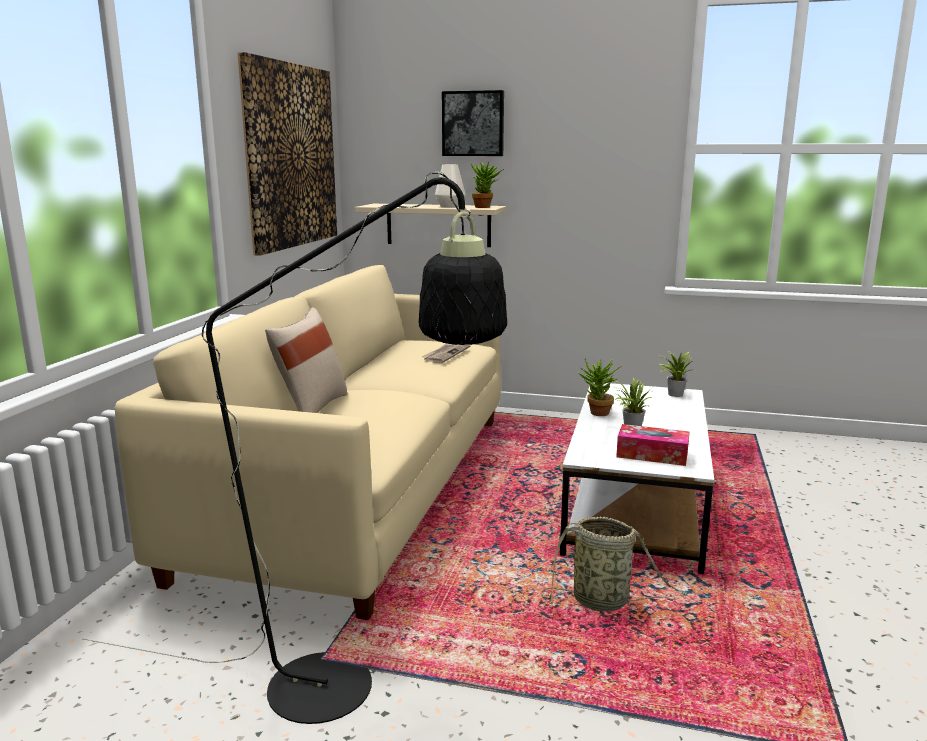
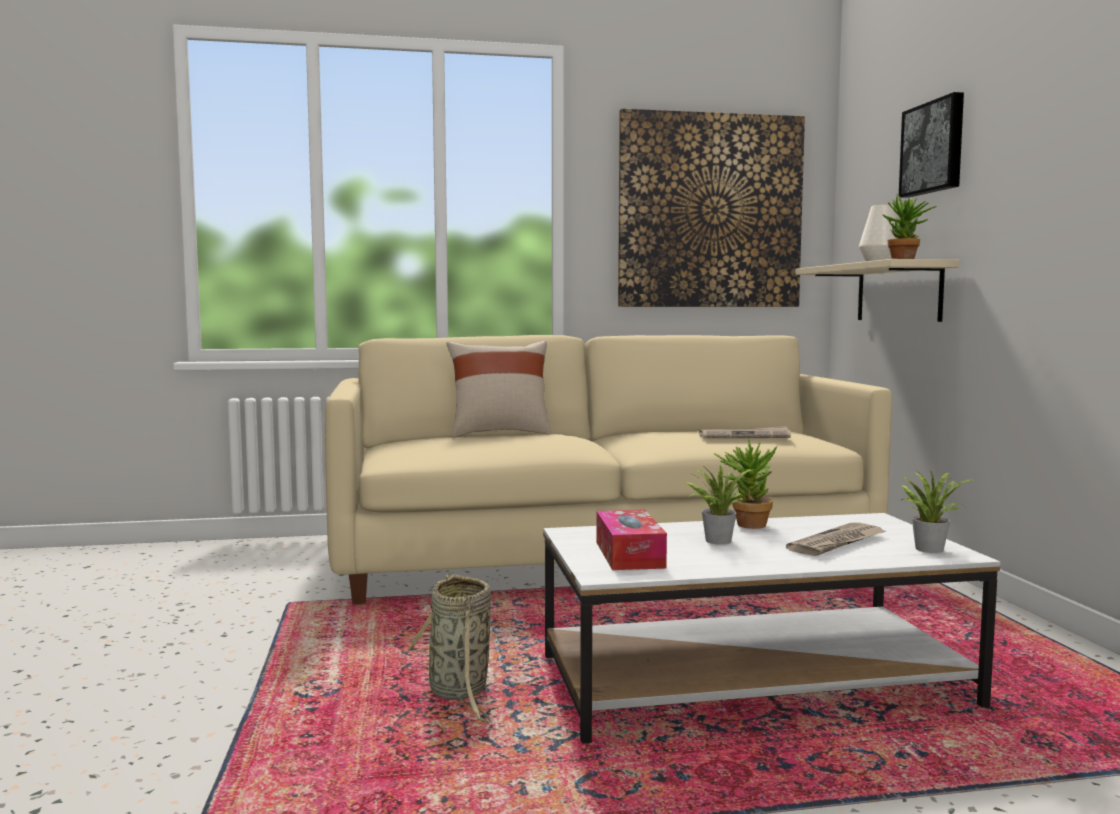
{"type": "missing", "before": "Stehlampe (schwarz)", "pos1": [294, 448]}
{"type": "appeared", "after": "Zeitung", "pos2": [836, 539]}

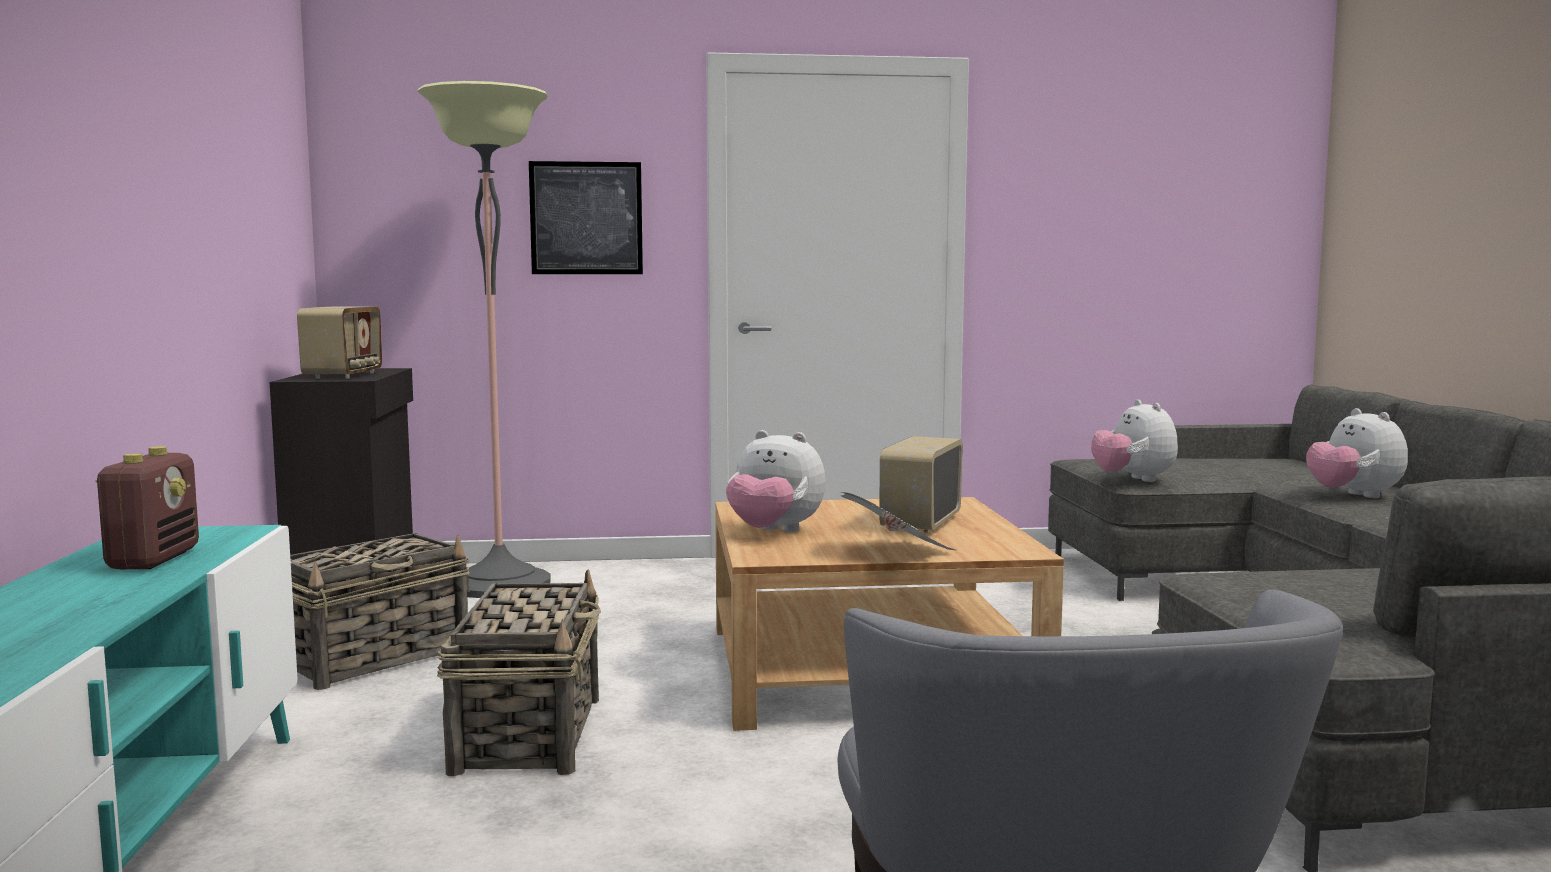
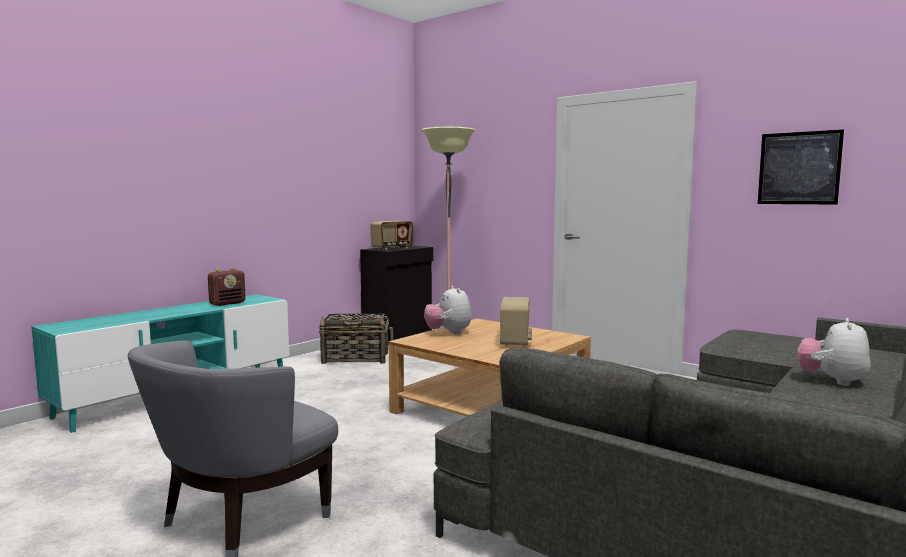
{"type": "relocated", "before": "Bild", "pos1": [586, 217], "pos2": [801, 167]}
{"type": "missing", "before": "Plüschtier", "pos1": [1134, 441]}
{"type": "spun", "before": "Radio", "pos1": [921, 484], "pos2": [516, 322], "turn": 120}
{"type": "missing", "before": "Zeitung", "pos1": [898, 521]}
{"type": "missing", "before": "Korb", "pos1": [519, 673]}

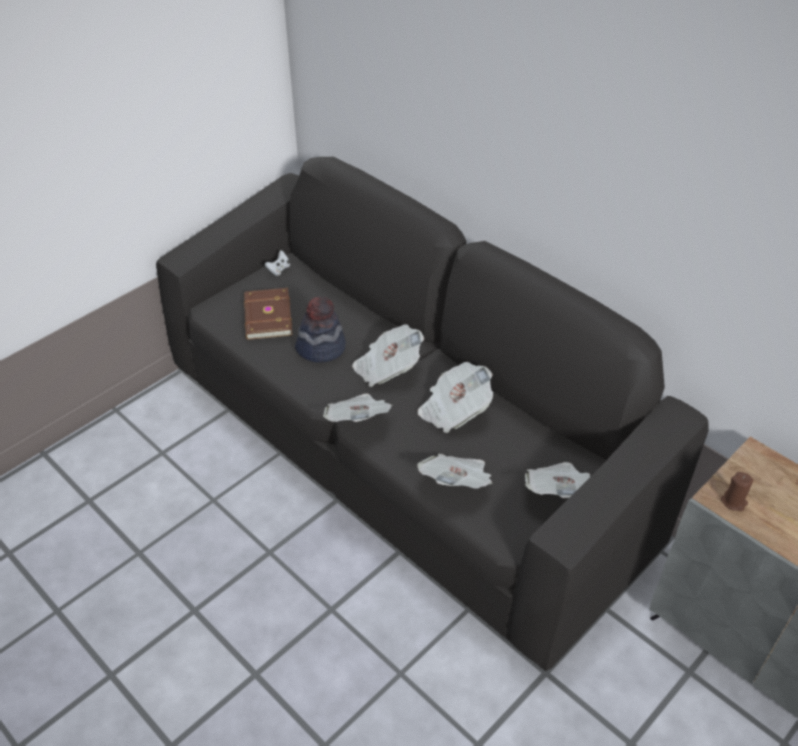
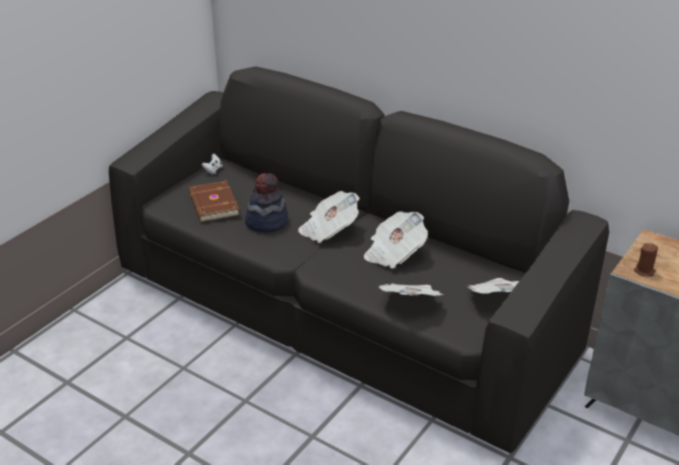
{"type": "missing", "before": "Zeitung", "pos1": [357, 408]}

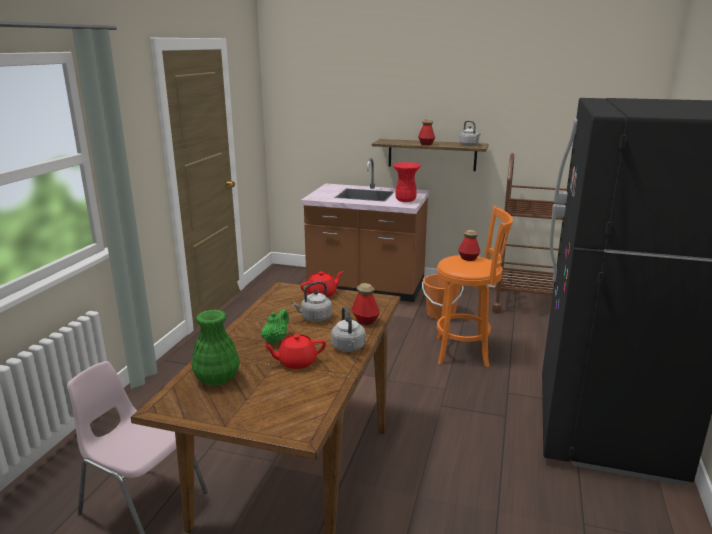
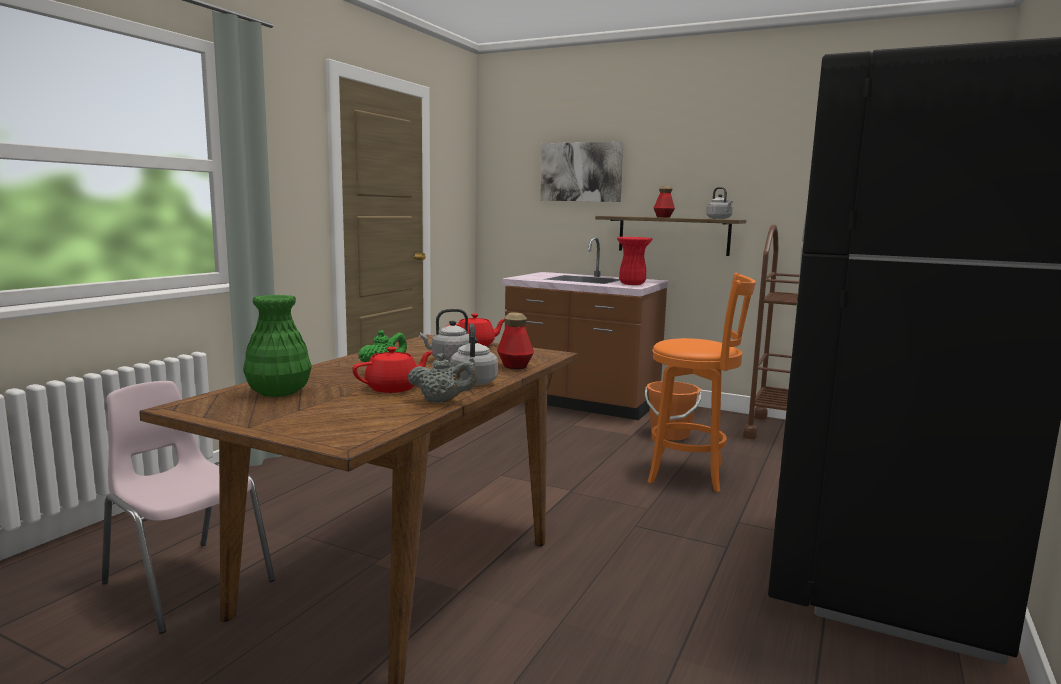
{"type": "missing", "before": "Flasche", "pos1": [469, 245]}
{"type": "spun", "before": "Teekanne (rot)", "pos1": [294, 351], "pos2": [392, 370], "turn": 150}
{"type": "appeared", "after": "Bild", "pos2": [582, 172]}
{"type": "appeared", "after": "Teekanne (grau)", "pos2": [442, 378]}

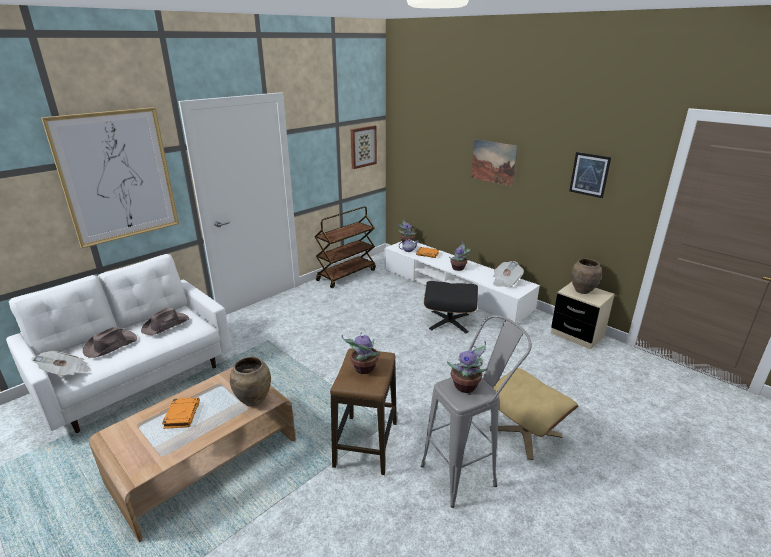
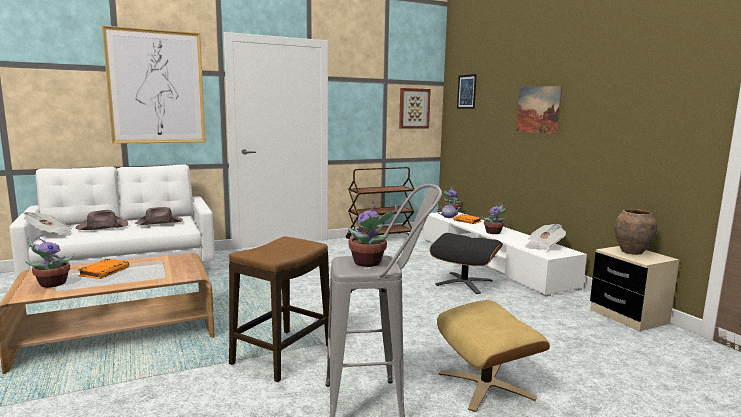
{"type": "relocated", "before": "Bild", "pos1": [590, 175], "pos2": [467, 91]}
{"type": "relocated", "before": "Topfpflanze", "pos1": [361, 353], "pos2": [49, 261]}
{"type": "missing", "before": "Vase (braun)", "pos1": [250, 382]}

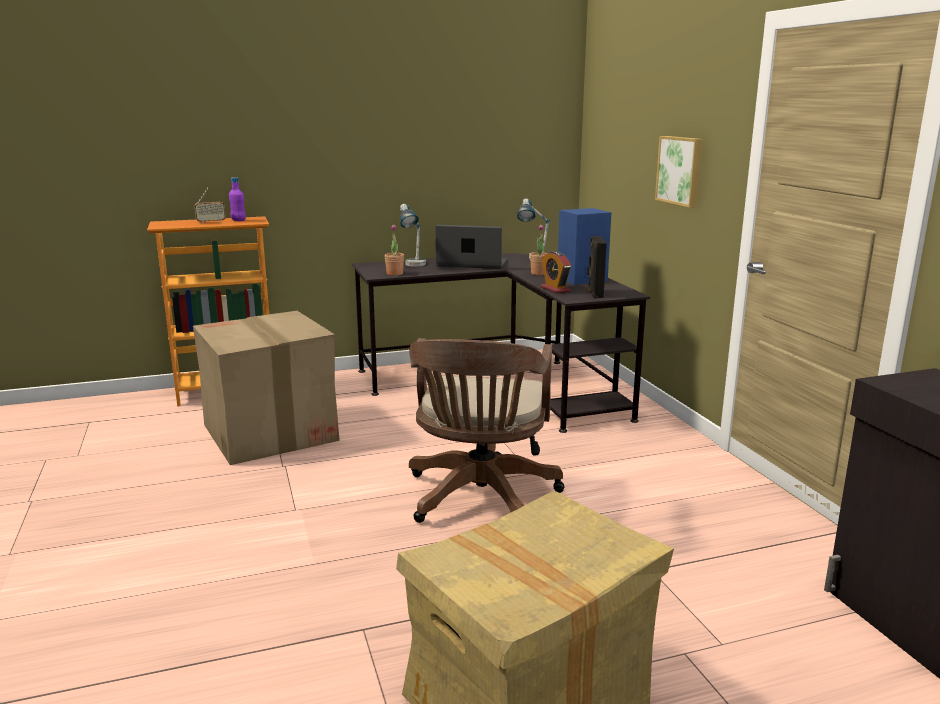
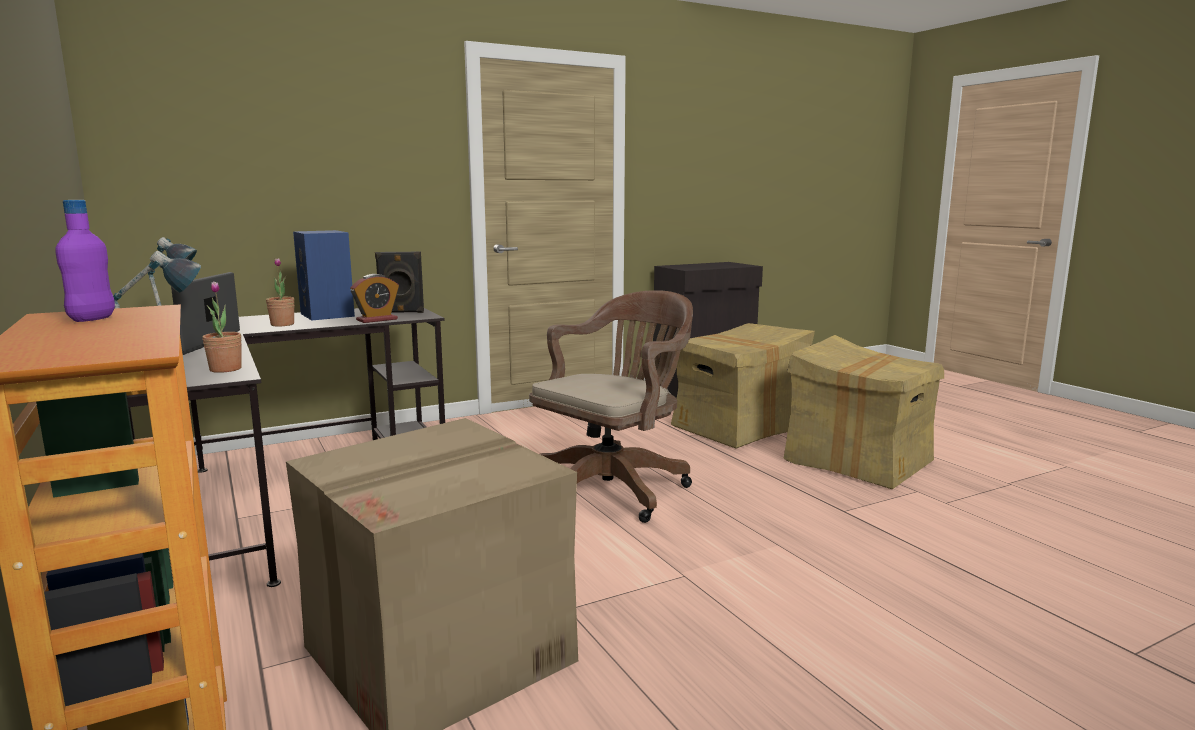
{"type": "missing", "before": "Bild", "pos1": [679, 172]}
{"type": "missing", "before": "Radio", "pos1": [210, 205]}
{"type": "spun", "before": "Bürostuhl (braun)", "pos1": [487, 430], "pos2": [611, 406], "turn": -45}
{"type": "appeared", "after": "Karton", "pos2": [743, 385]}

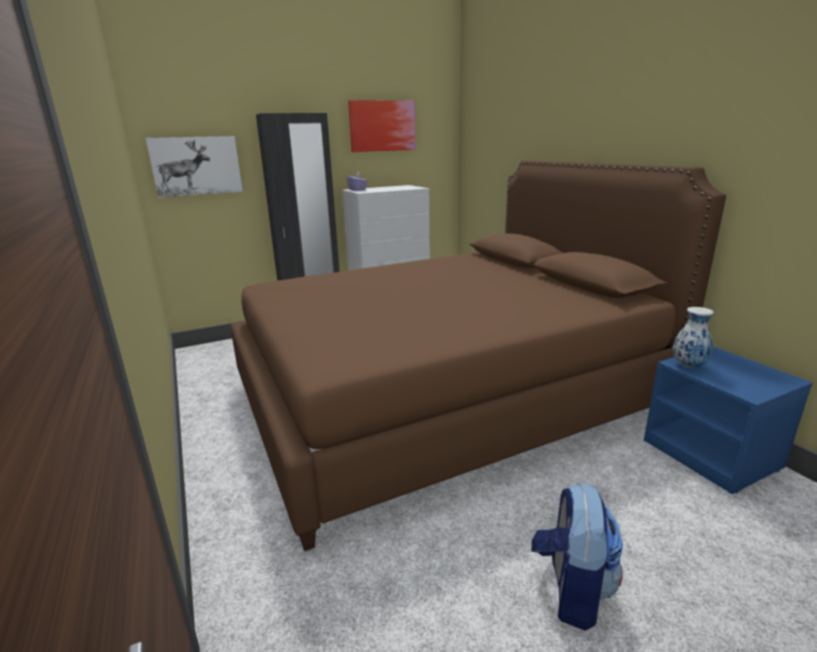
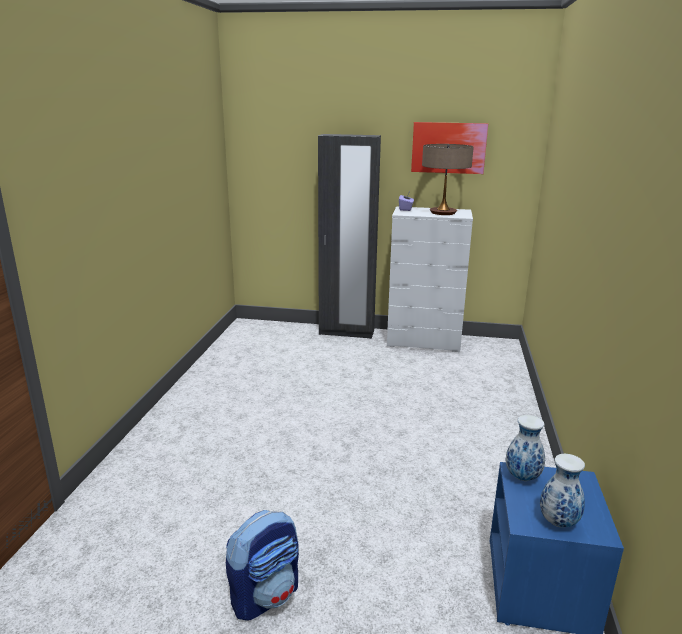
{"type": "missing", "before": "Bild", "pos1": [194, 167]}
{"type": "missing", "before": "Bett (braun)", "pos1": [478, 355]}
{"type": "appeared", "after": "Tischlampe", "pos2": [448, 179]}
{"type": "appeared", "after": "Vase", "pos2": [562, 490]}

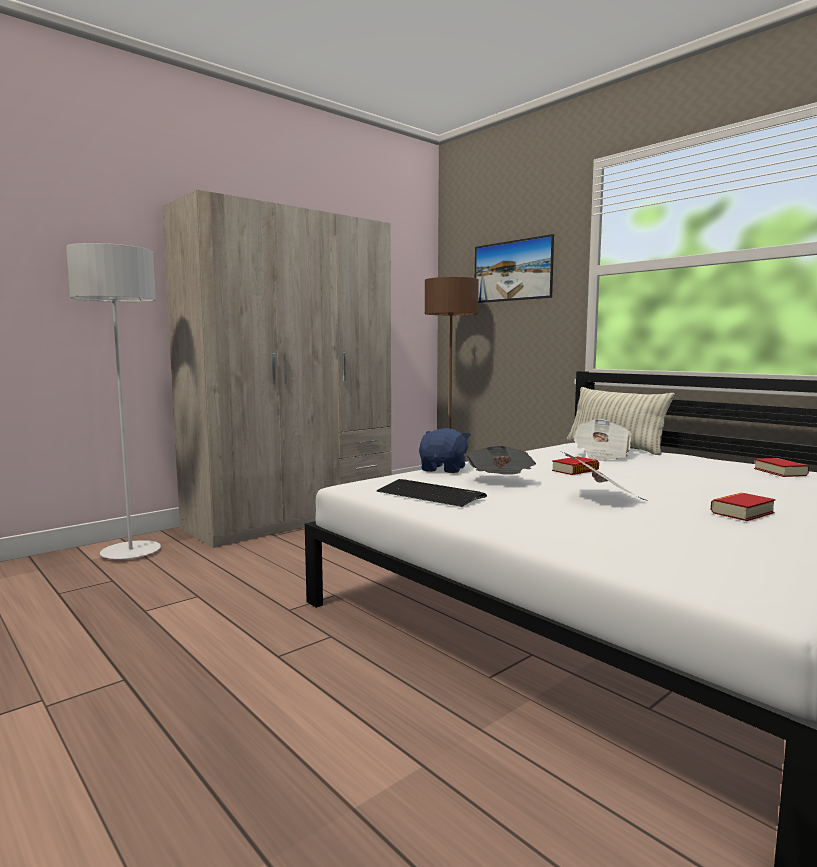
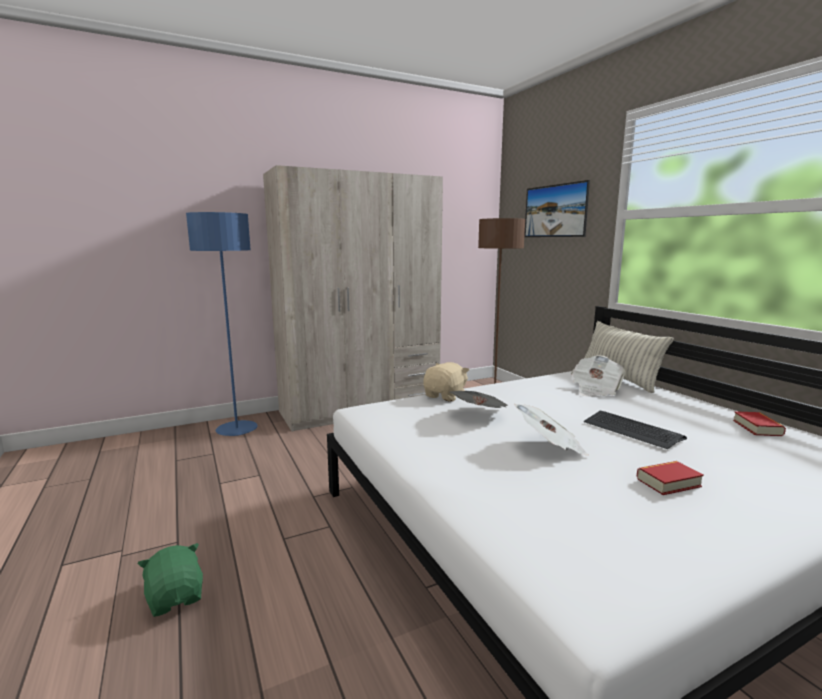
{"type": "colour", "before": "Stehlampe (grau)", "after": "Stehlampe (blau)", "pos1": [113, 401], "pos2": [222, 324]}
{"type": "colour", "before": "Plüschtier (blau)", "after": "Plüschtier (beige)", "pos1": [445, 450], "pos2": [446, 382]}
{"type": "missing", "before": "Buch", "pos1": [575, 465]}
{"type": "relocated", "before": "Tastatur", "pos1": [432, 493], "pos2": [635, 430]}
{"type": "appeared", "after": "Plüschtier (grün)", "pos2": [170, 580]}

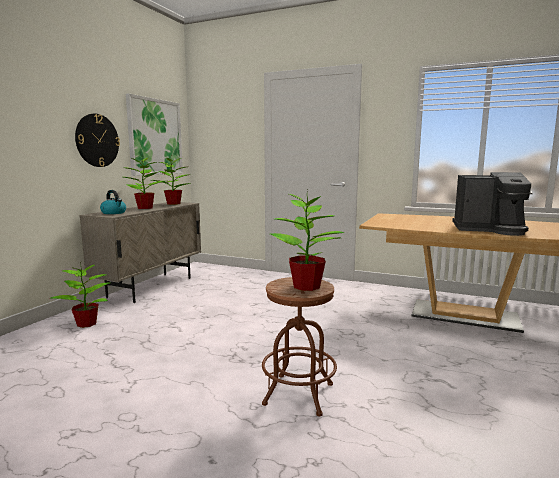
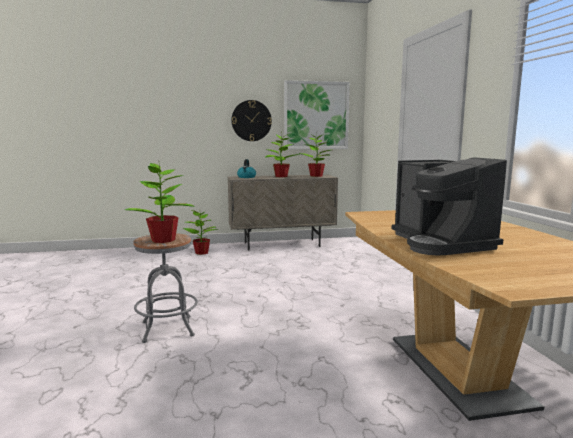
{"type": "colour", "before": "Hocker (braun)", "after": "Hocker (grau)", "pos1": [299, 346], "pos2": [166, 288]}

